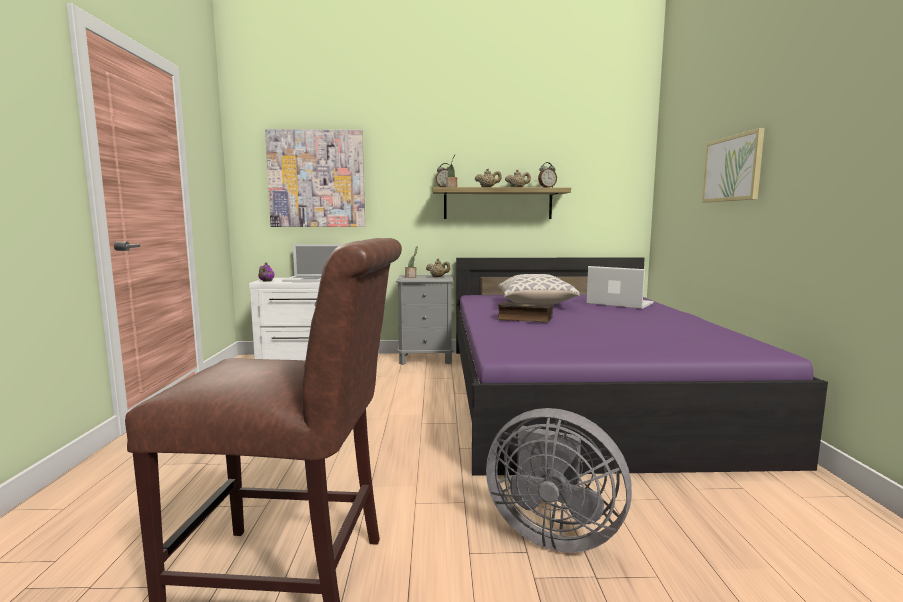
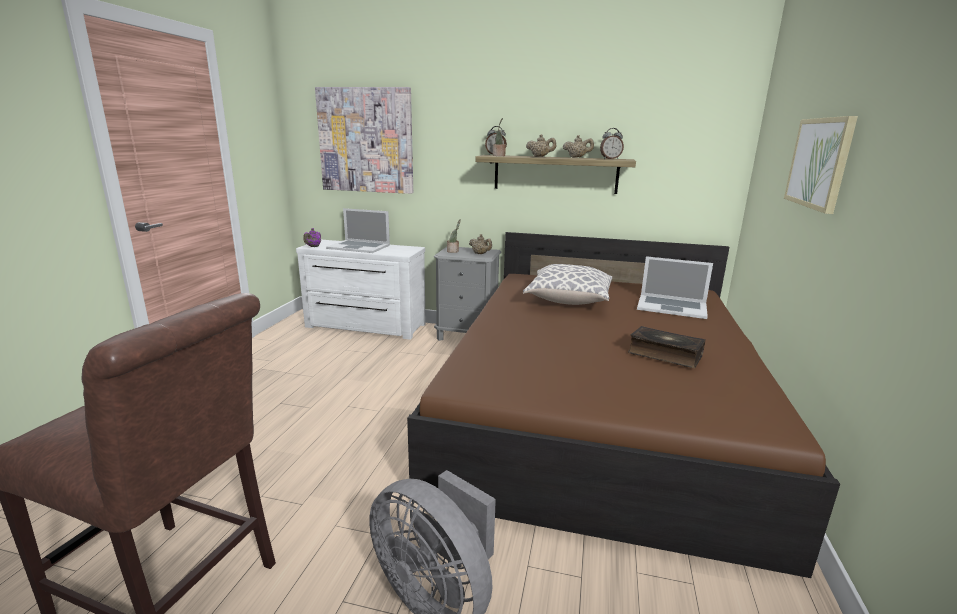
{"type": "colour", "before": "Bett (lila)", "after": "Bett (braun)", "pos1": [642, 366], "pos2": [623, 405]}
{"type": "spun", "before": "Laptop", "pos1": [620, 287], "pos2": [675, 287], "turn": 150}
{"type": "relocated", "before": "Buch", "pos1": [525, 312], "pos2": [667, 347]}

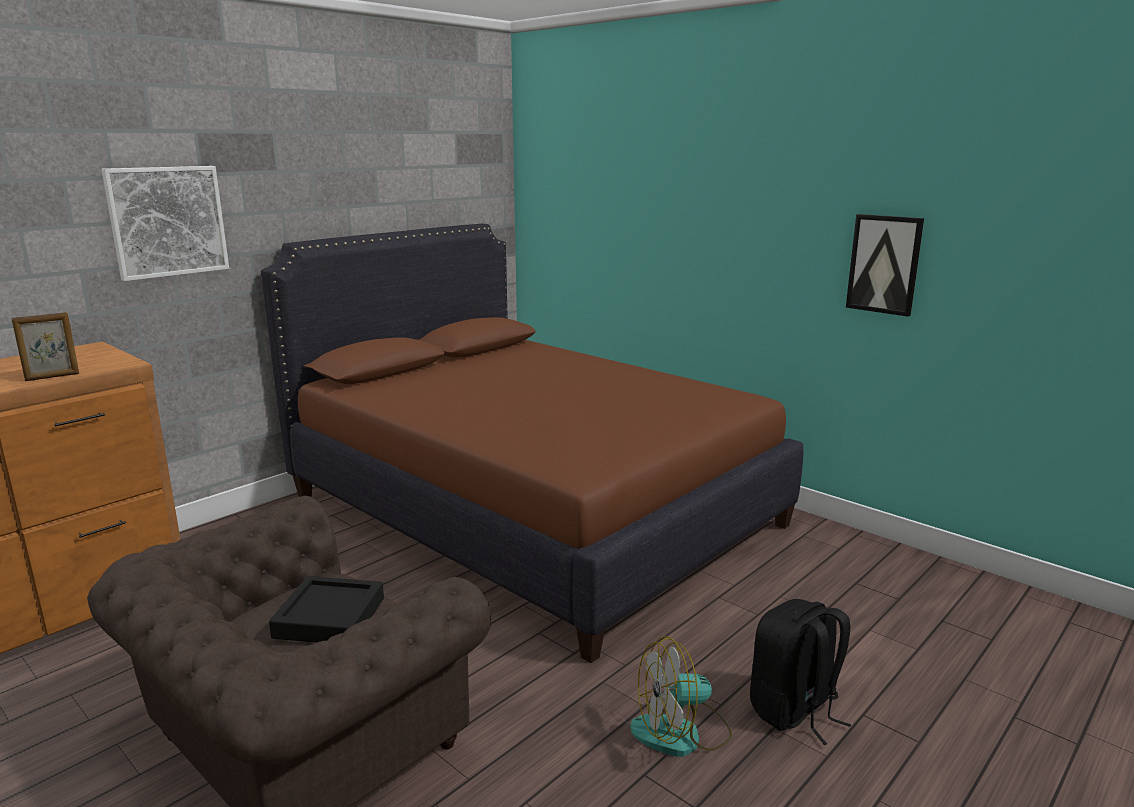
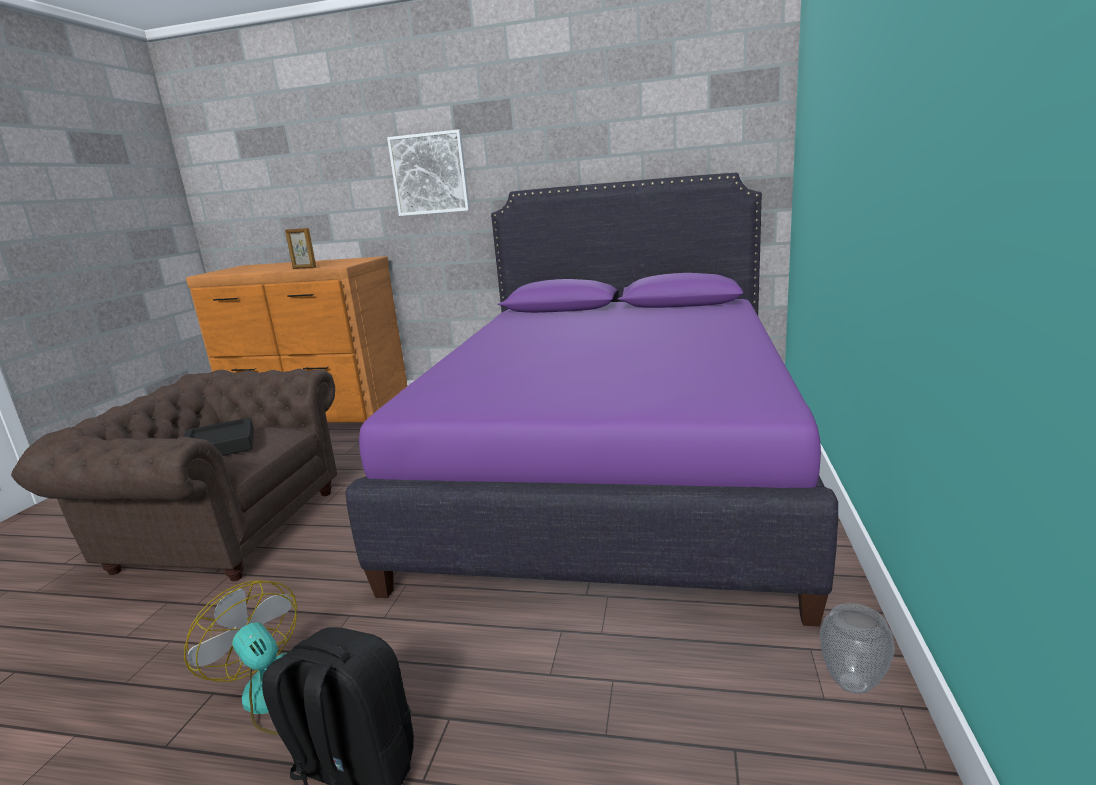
{"type": "missing", "before": "Bild", "pos1": [885, 265]}
{"type": "colour", "before": "Bett (braun)", "after": "Bett (lila)", "pos1": [532, 443], "pos2": [591, 399]}
{"type": "appeared", "after": "Vase", "pos2": [857, 648]}

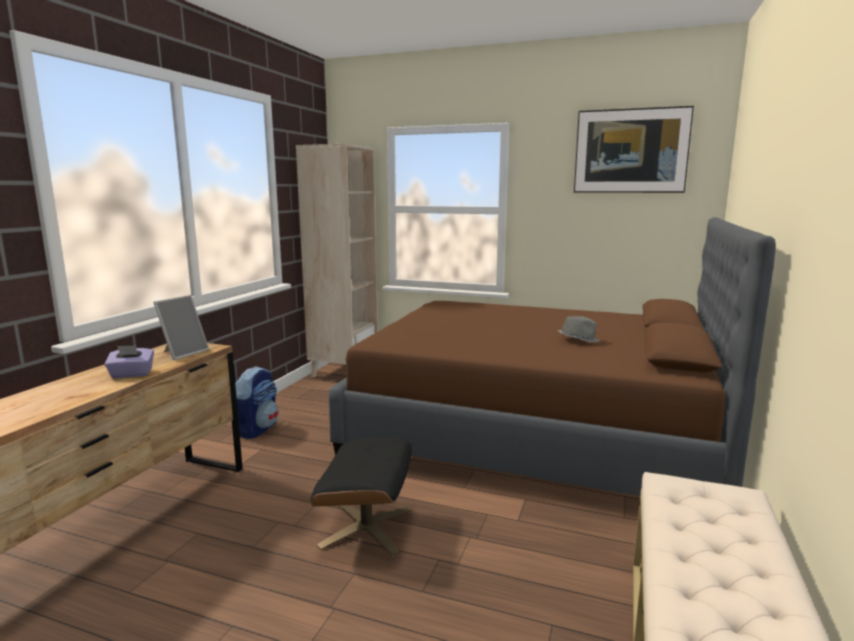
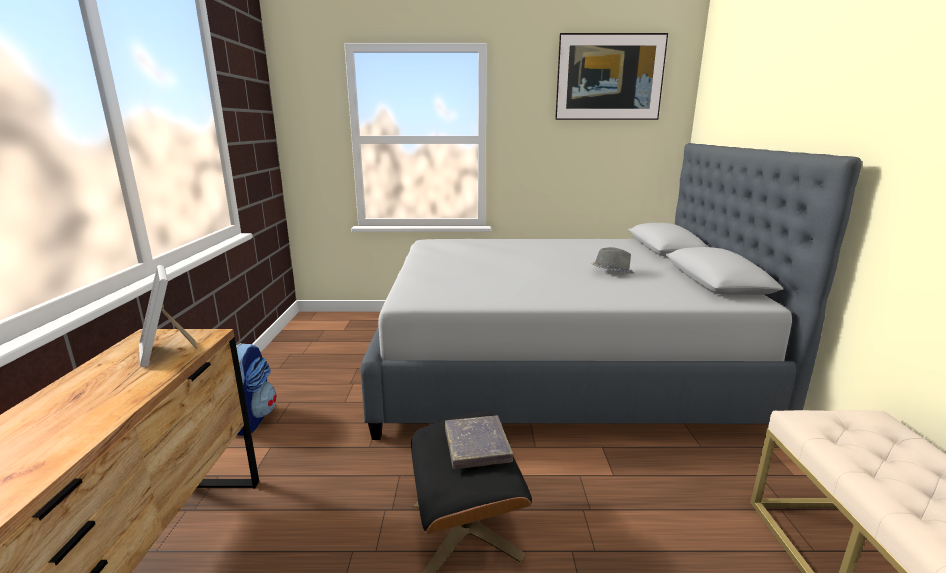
{"type": "missing", "before": "Bücherregal (beige)", "pos1": [337, 261]}
{"type": "colour", "before": "Bett (braun)", "after": "Bett (grau)", "pos1": [552, 356], "pos2": [611, 291]}
{"type": "spun", "before": "Bilderrahmen", "pos1": [181, 327], "pos2": [168, 316], "turn": 135}
{"type": "missing", "before": "Taschentuchbox (lila)", "pos1": [129, 361]}
{"type": "appeared", "after": "Buch (grau)", "pos2": [479, 442]}

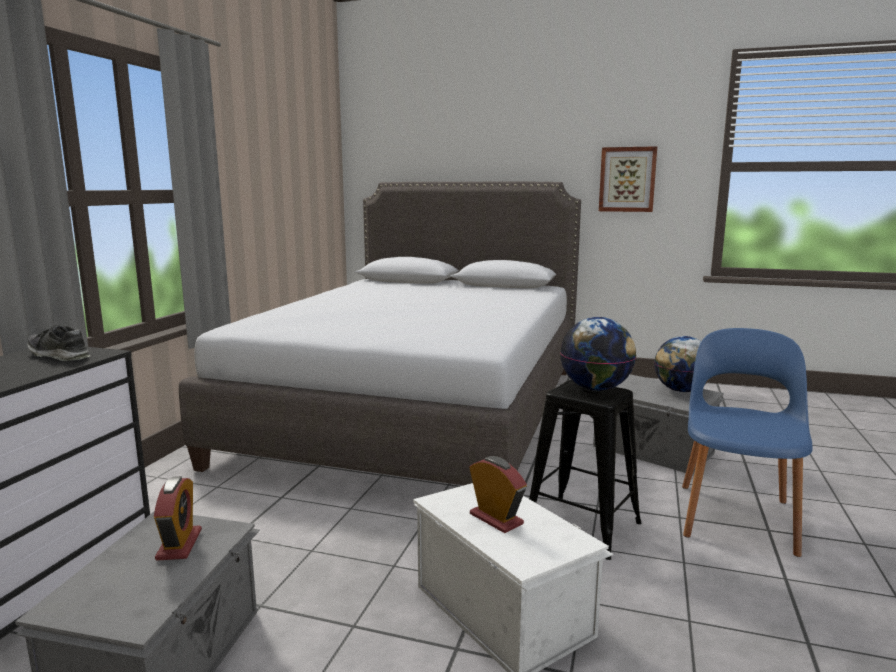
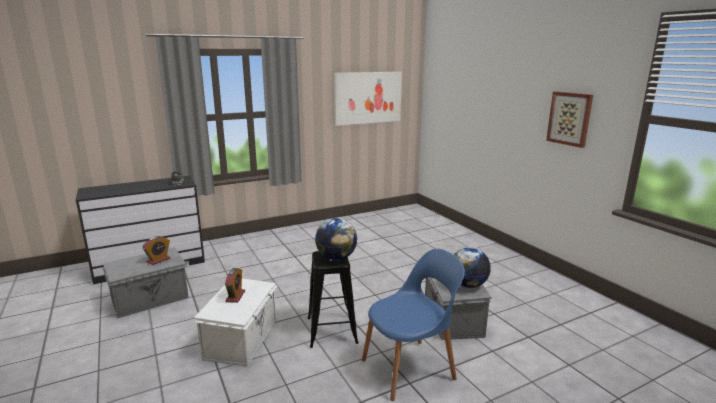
{"type": "missing", "before": "Bett (grau)", "pos1": [380, 333]}
{"type": "appeared", "after": "Bild", "pos2": [368, 99]}

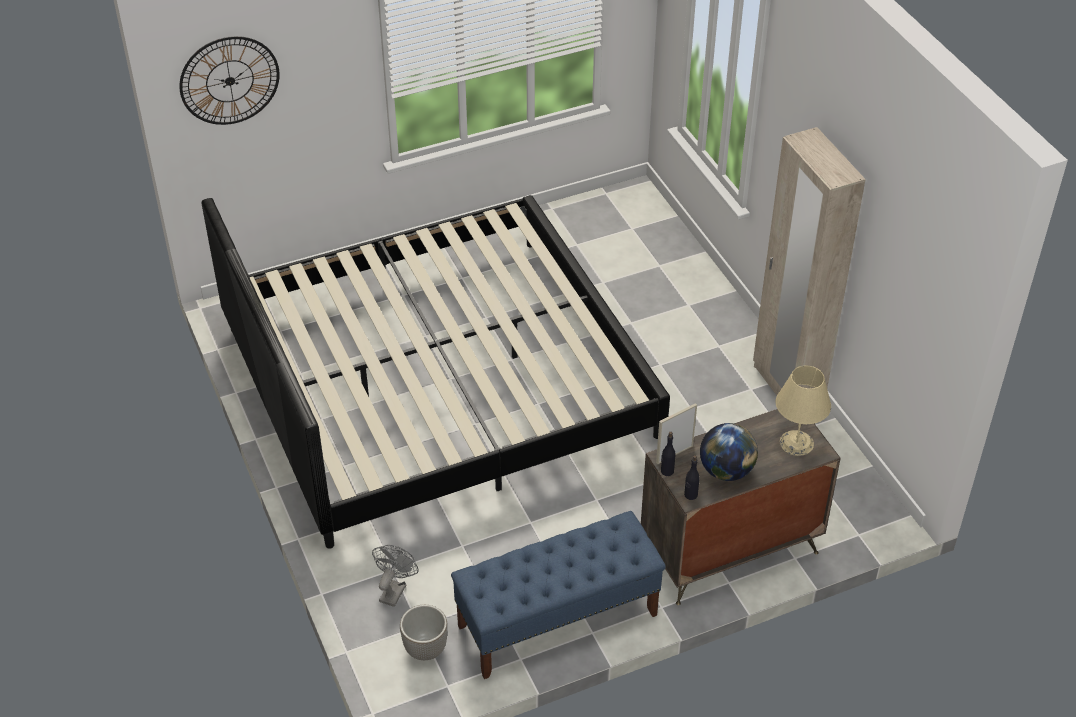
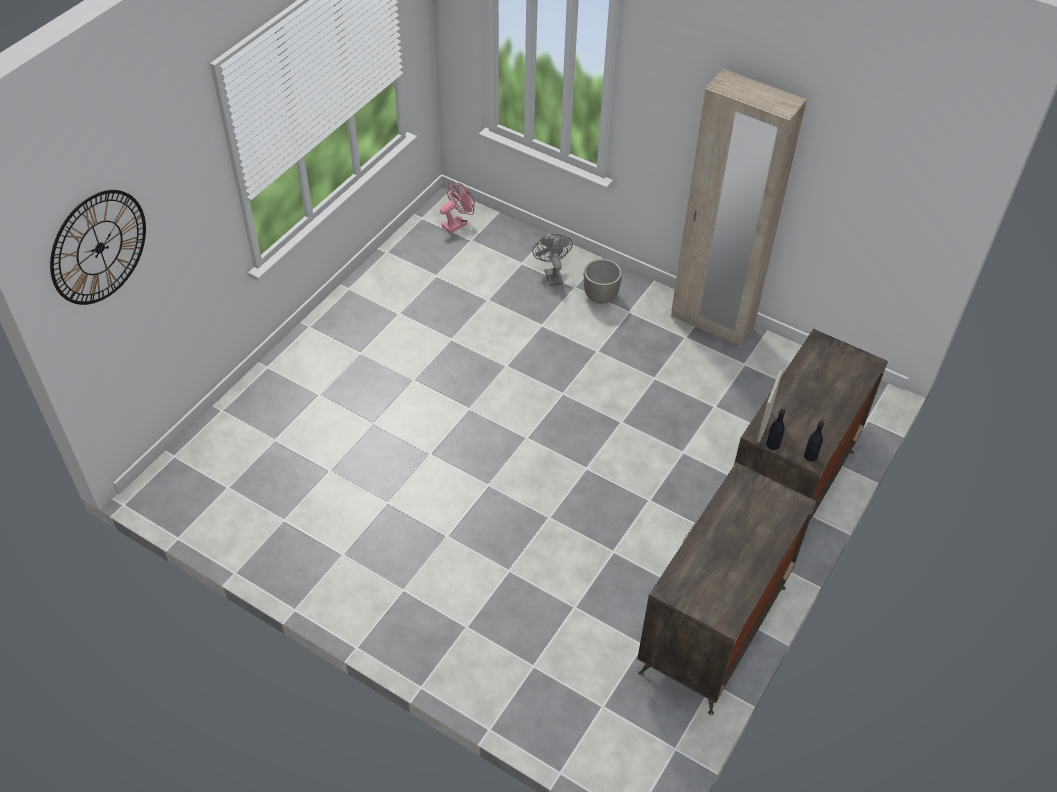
{"type": "missing", "before": "Bett", "pos1": [436, 372]}
{"type": "missing", "before": "Tischlampe (beige)", "pos1": [803, 410]}
{"type": "missing", "before": "Globus", "pos1": [729, 452]}
{"type": "exchanged", "before": "Bank (blau)", "after": "Kommode", "pos1": [558, 595], "pos2": [727, 588]}
{"type": "relocated", "before": "Ventilator (grau)", "pos1": [395, 576], "pos2": [552, 260]}
{"type": "relocated", "before": "Pflanzkübel", "pos1": [424, 632], "pos2": [603, 281]}
{"type": "appeared", "after": "Ventilator (rosa)", "pos2": [457, 207]}

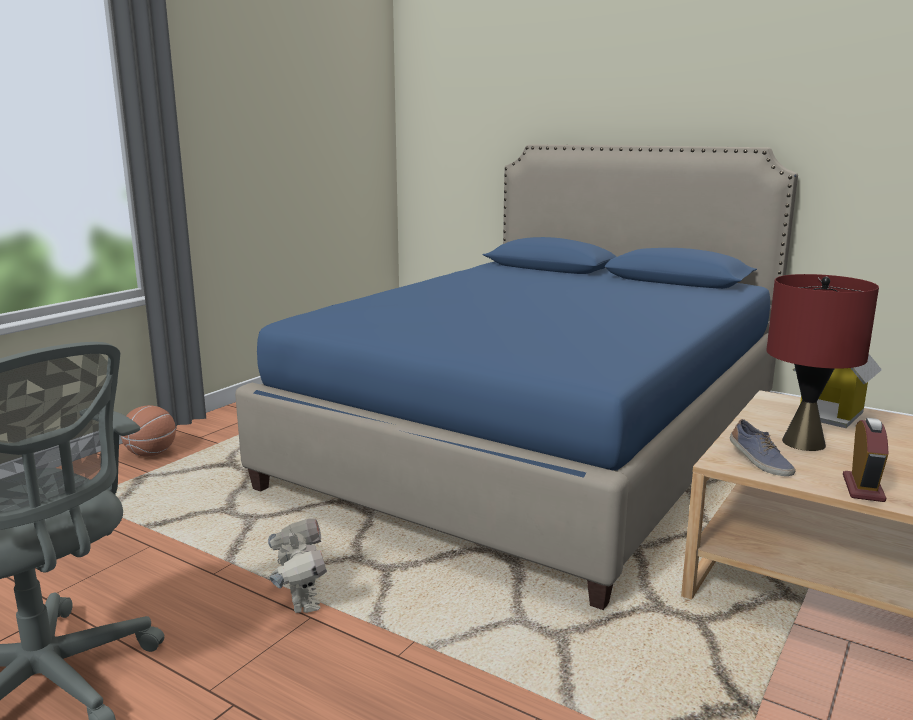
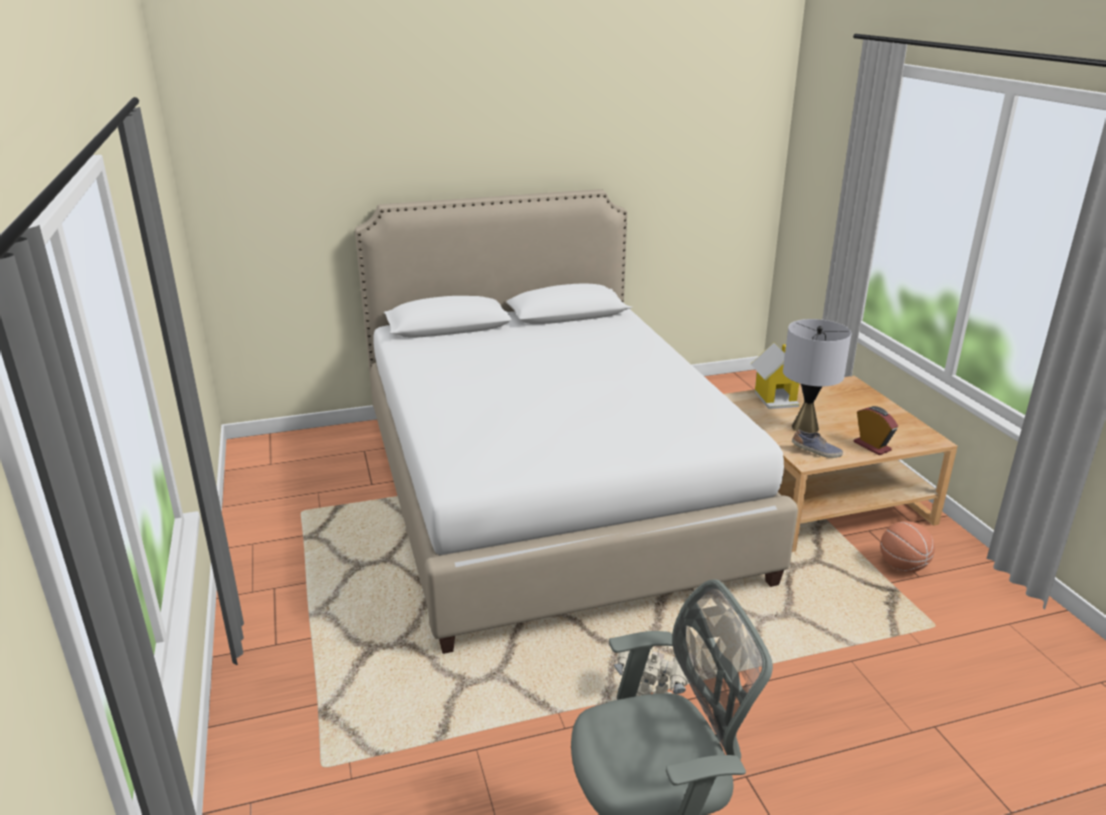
{"type": "colour", "before": "Bett (blau)", "after": "Bett (weiß)", "pos1": [516, 377], "pos2": [576, 421]}
{"type": "colour", "before": "Tischlampe (rot)", "after": "Tischlampe (grau)", "pos1": [823, 362], "pos2": [817, 376]}
{"type": "relocated", "before": "Basketball", "pos1": [148, 431], "pos2": [907, 546]}

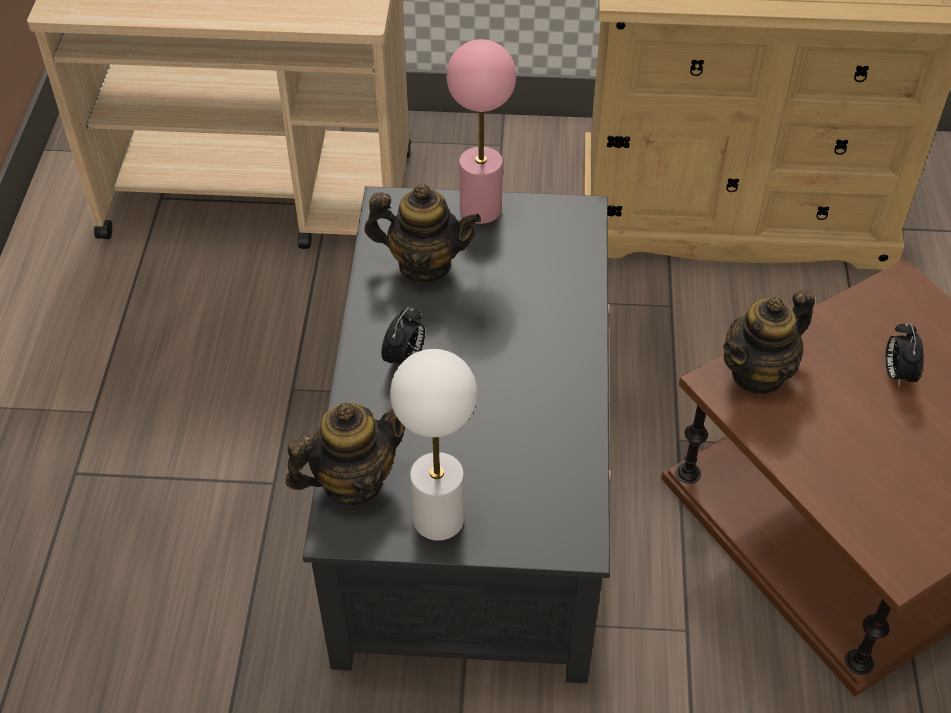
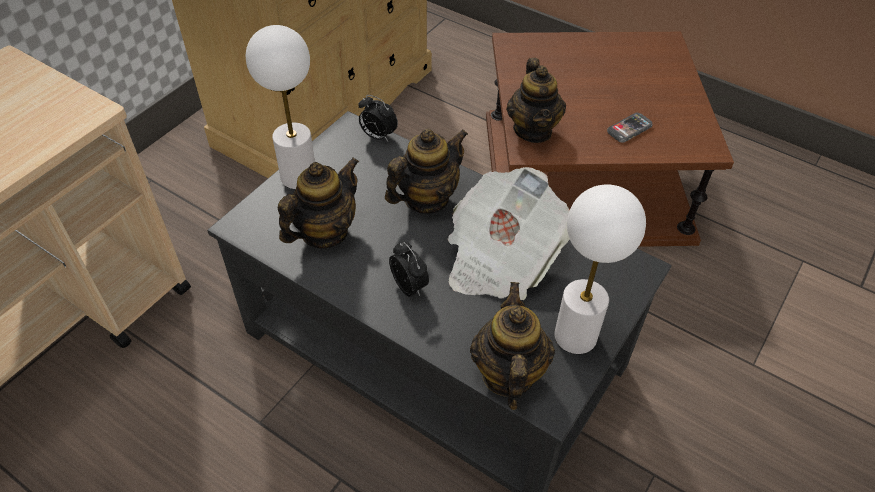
{"type": "colour", "before": "Tischlampe (rosa)", "after": "Tischlampe (weiß)", "pos1": [481, 131], "pos2": [280, 107]}
{"type": "relocated", "before": "Wecker", "pos1": [905, 355], "pos2": [378, 118]}
{"type": "appeared", "after": "Handy", "pos2": [630, 128]}
{"type": "appeared", "after": "Teekanne", "pos2": [426, 171]}
{"type": "appeared", "after": "Zeitung", "pos2": [509, 233]}

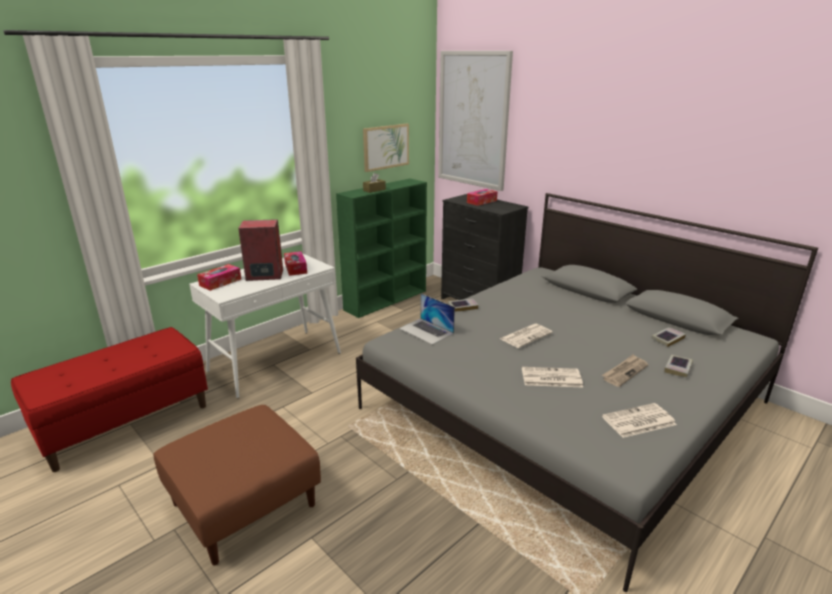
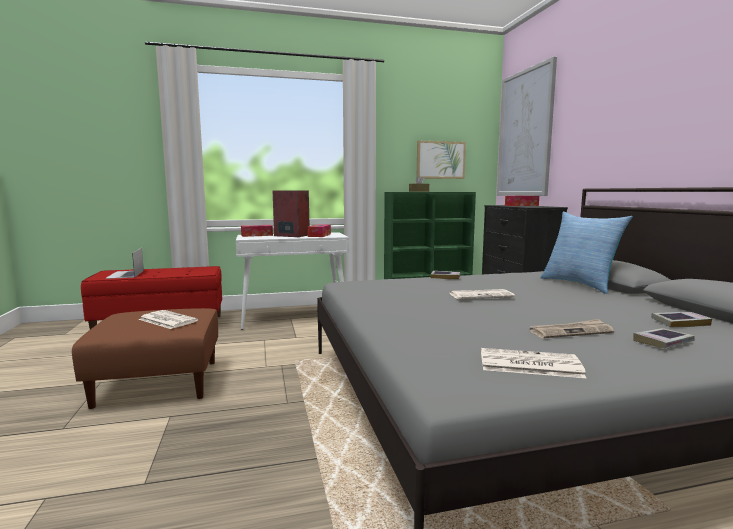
{"type": "relocated", "before": "Laptop", "pos1": [427, 319], "pos2": [124, 263]}
{"type": "relocated", "before": "Zeitung", "pos1": [552, 377], "pos2": [168, 319]}
{"type": "appeared", "after": "Kissen", "pos2": [586, 253]}

